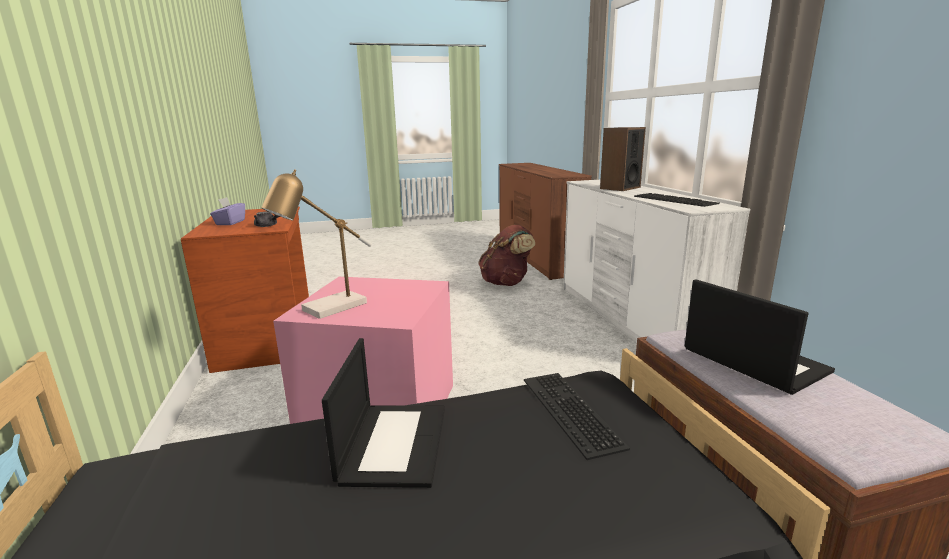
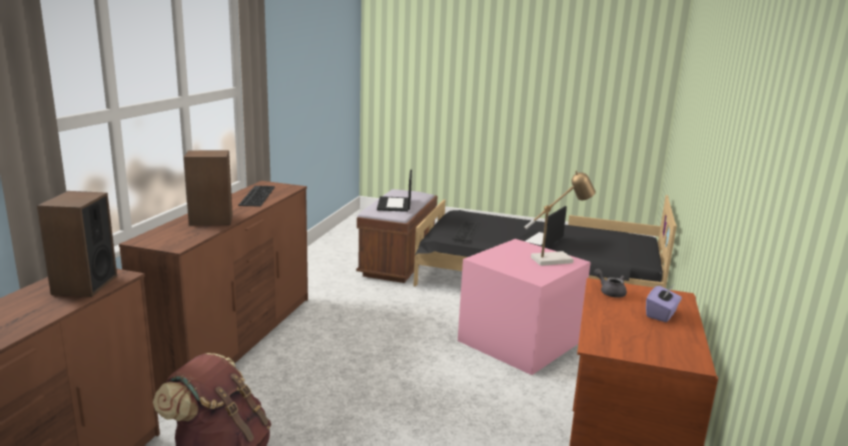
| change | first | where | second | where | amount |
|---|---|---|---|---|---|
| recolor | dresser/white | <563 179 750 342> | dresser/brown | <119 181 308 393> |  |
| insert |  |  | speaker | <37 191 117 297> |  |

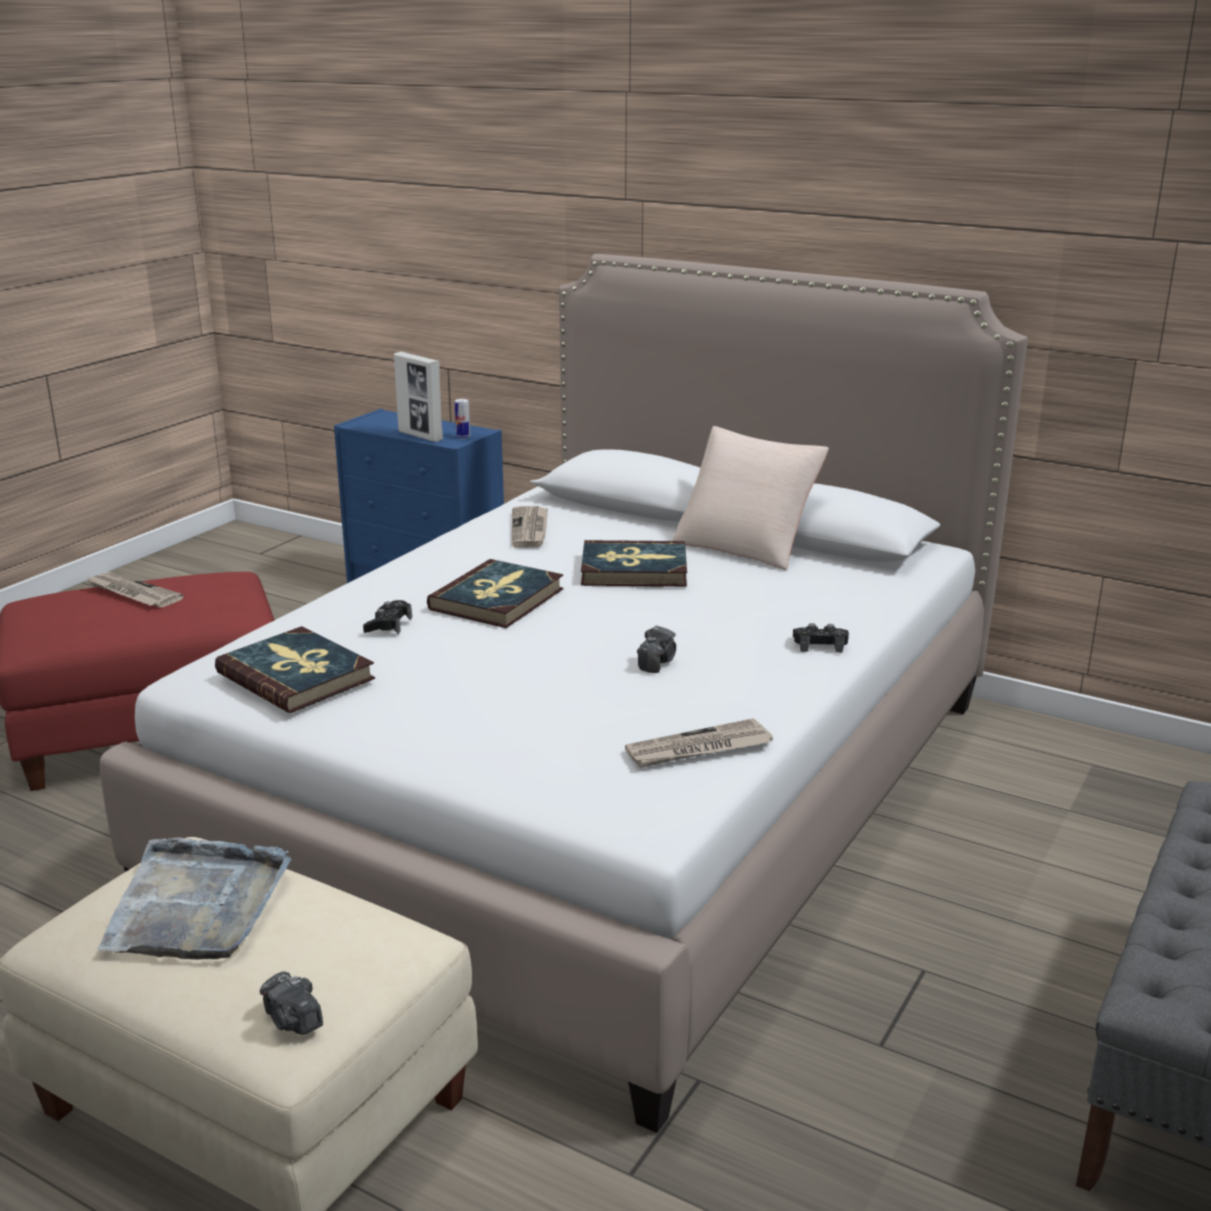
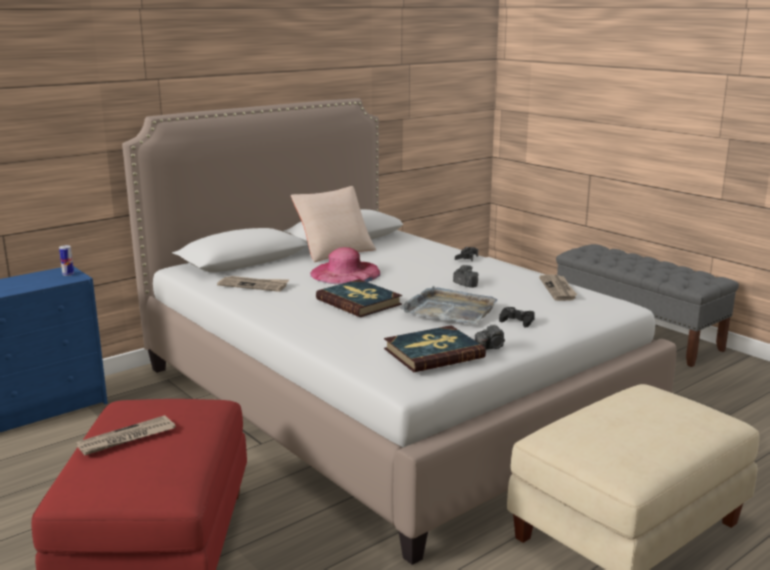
| change | first | where | second | where | amount |
|---|---|---|---|---|---|
| move | tray/grey | <97 838 291 960> |  | <400 286 497 324> |  |
| move | photo camera | <260 971 323 1035> |  | <475 324 505 350> |  |
| move | game controller/black | <363 600 412 634> |  | <499 307 535 328> |  |
| delete | picture frame | <394 352 443 442> |  |  |  |
| replace | book | <581 540 687 587> | hat/pink | <310 247 380 284> |  |

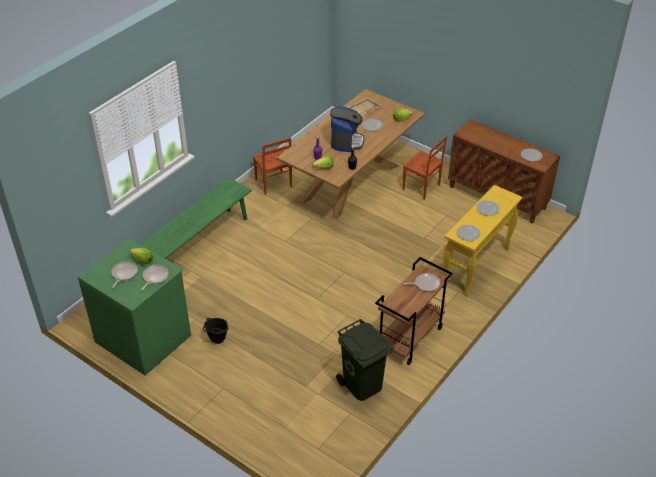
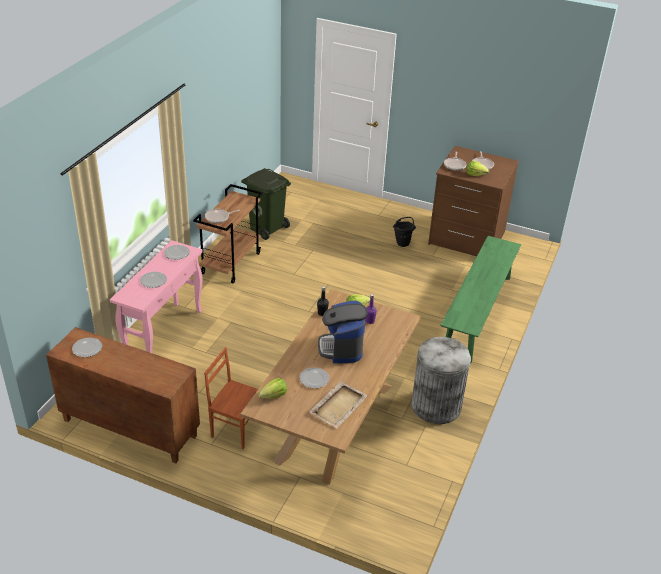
| change | first | where | second | where | amount |
|---|---|---|---|---|---|
| recolor | dresser/green | <78 238 191 376> | dresser/brown | <428 146 519 256> |  |
| replace | chair/brown | <253 138 292 195> | trash can/grey | <411 337 471 424> |  |
| recolor | console table/yellow | <444 185 522 296> | console table/pink | <110 240 203 353> |  |

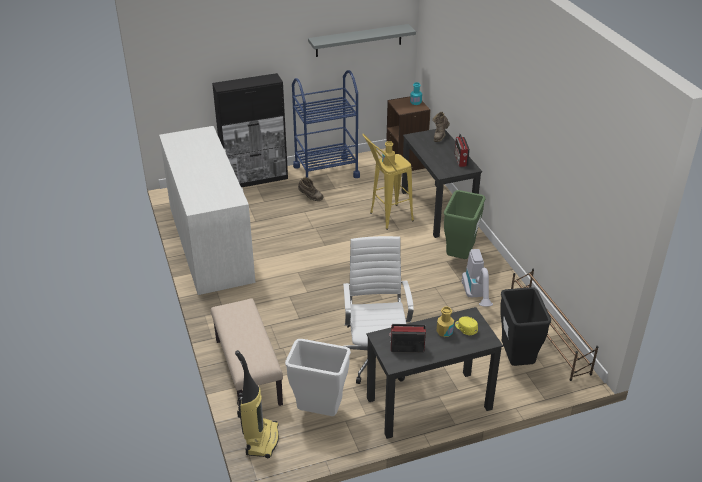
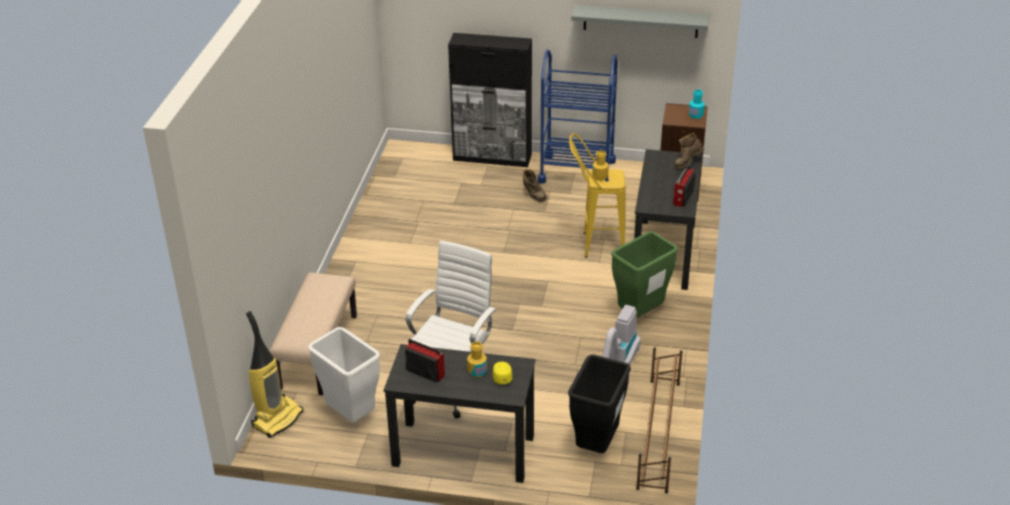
| change | first | where | second | where | amount |
|---|---|---|---|---|---|
| delete | dresser/white | <159 126 255 295> |  |  |  |

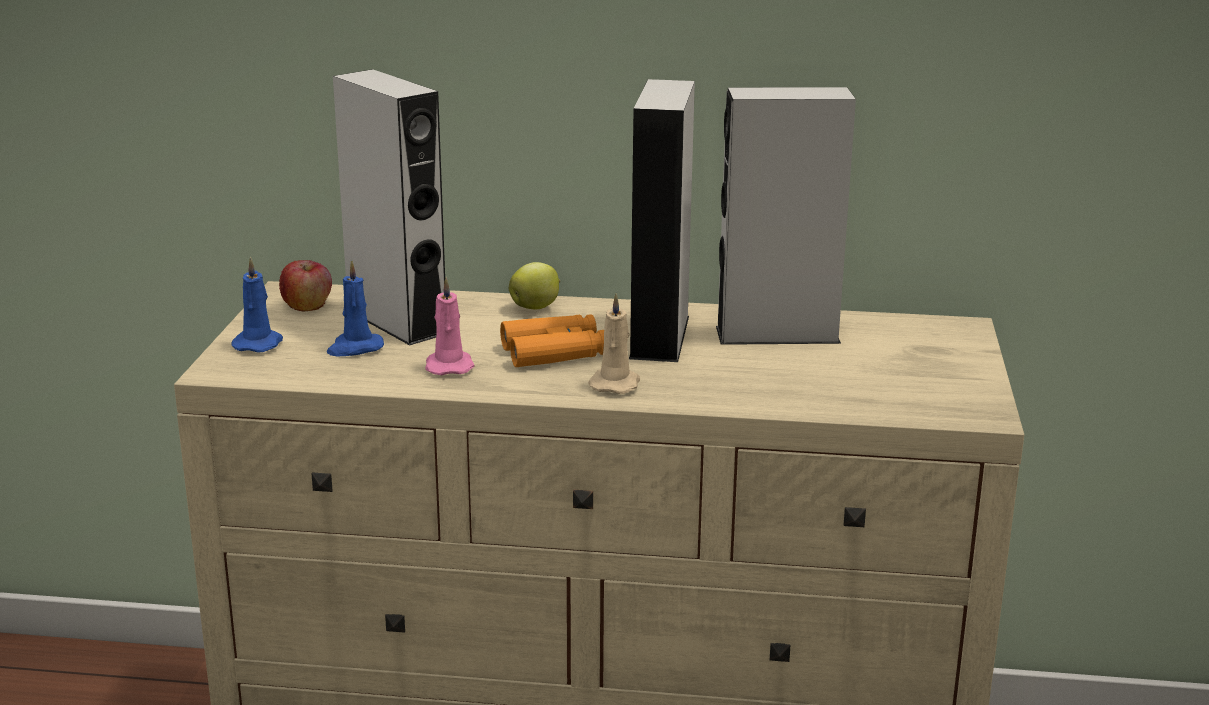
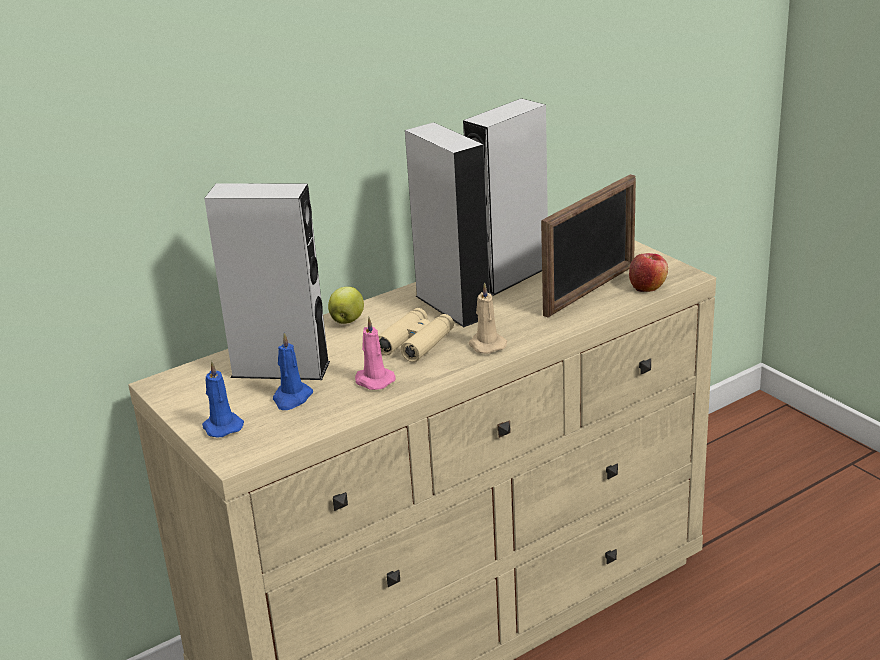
| change | first | where | second | where | amount |
|---|---|---|---|---|---|
| move | apple | <279 260 332 311> |  | <629 253 668 292> |  |
| recolor | binoculars/orange | <500 314 604 367> | binoculars/beige | <378 308 454 362> |  |
| insert |  |  | picture frame | <541 174 636 318> |  |

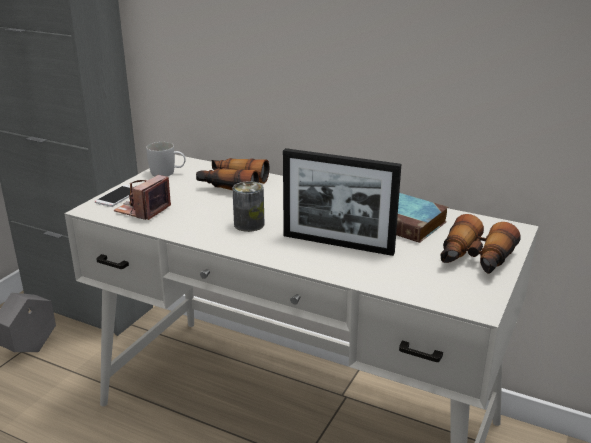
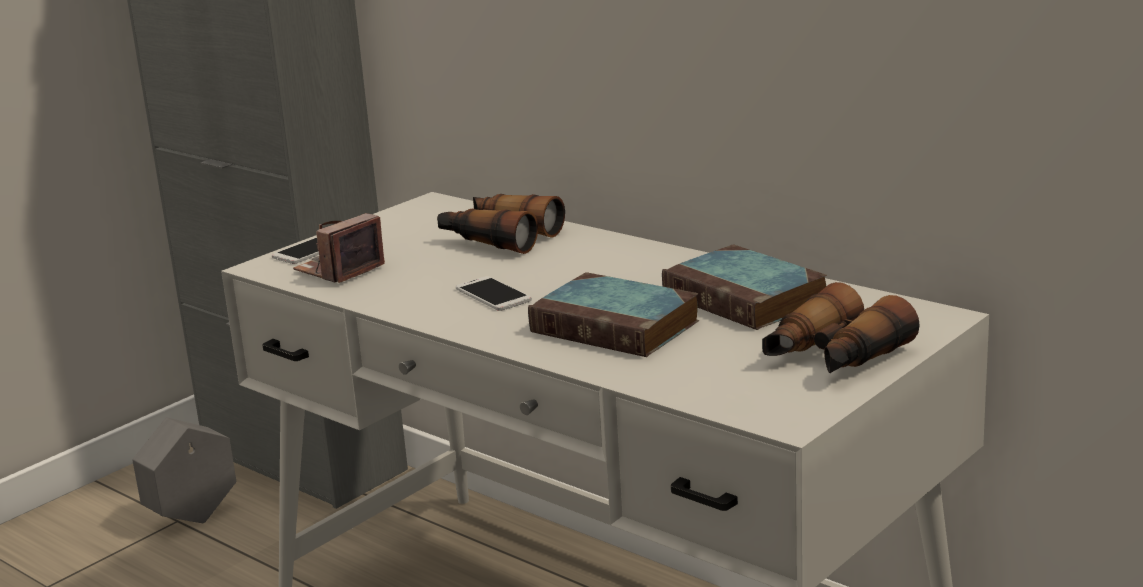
| change | first | where | second | where | amount |
|---|---|---|---|---|---|
| delete | mug/white | <146 142 186 176> |  |  |  |
| replace | can | <232 181 264 232> | phone | <456 276 532 311> |  |
| replace | picture frame | <283 148 401 256> | book | <528 272 700 357> |  |

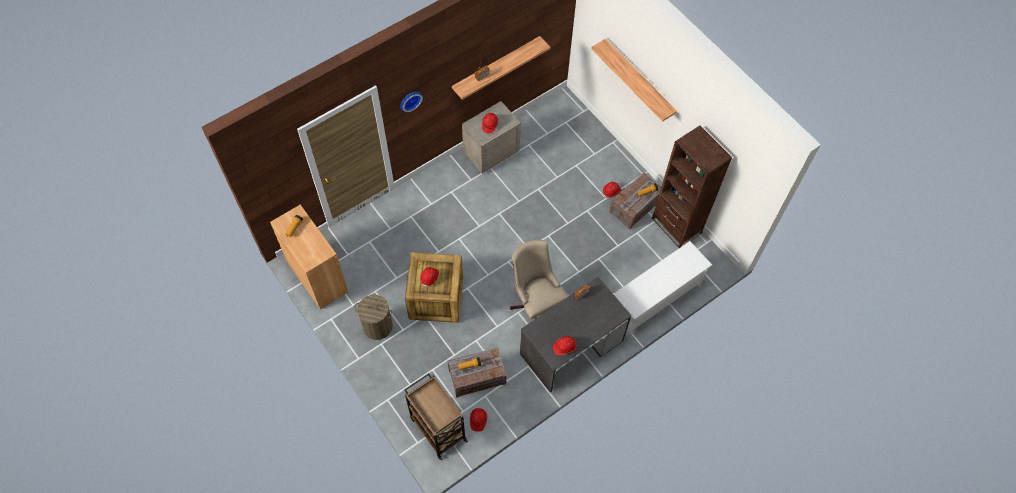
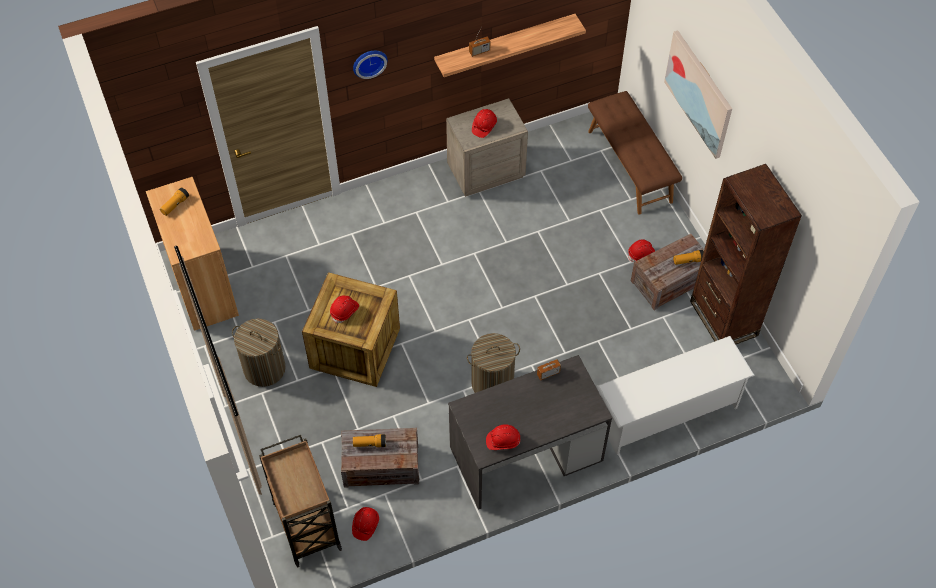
| change | first | where | second | where | amount |
|---|---|---|---|---|---|
| replace | office chair/beige | <510 240 569 320> | laundry basket | <467 333 520 393> |  |
| replace | shelf | <591 39 677 122> | picture | <664 30 732 159> |  |
| insert |  |  | bench/brown | <588 91 682 215> |  |

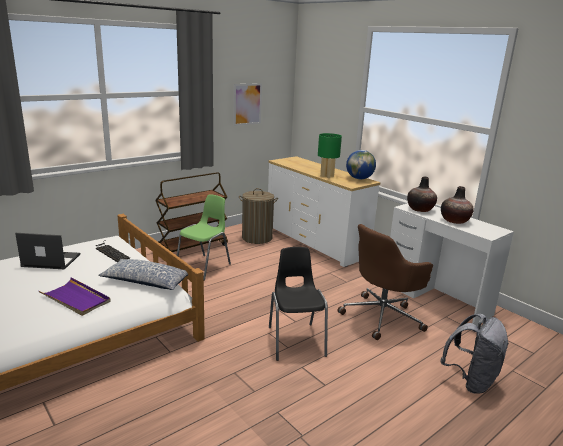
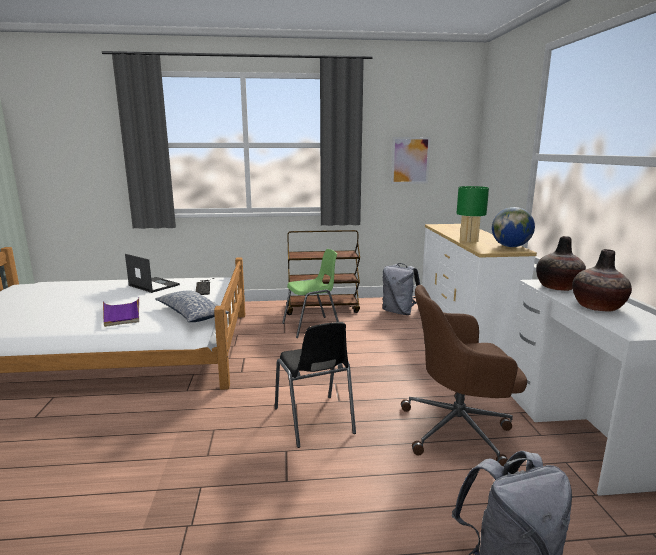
| change | first | where | second | where | amount |
|---|---|---|---|---|---|
| replace | laundry basket | <239 188 278 244> | backpack/grey | <383 263 420 315> |  |
| rotate | chair/black | <269 247 328 361> |  | <275 322 356 448> | 135 degrees clockwise |

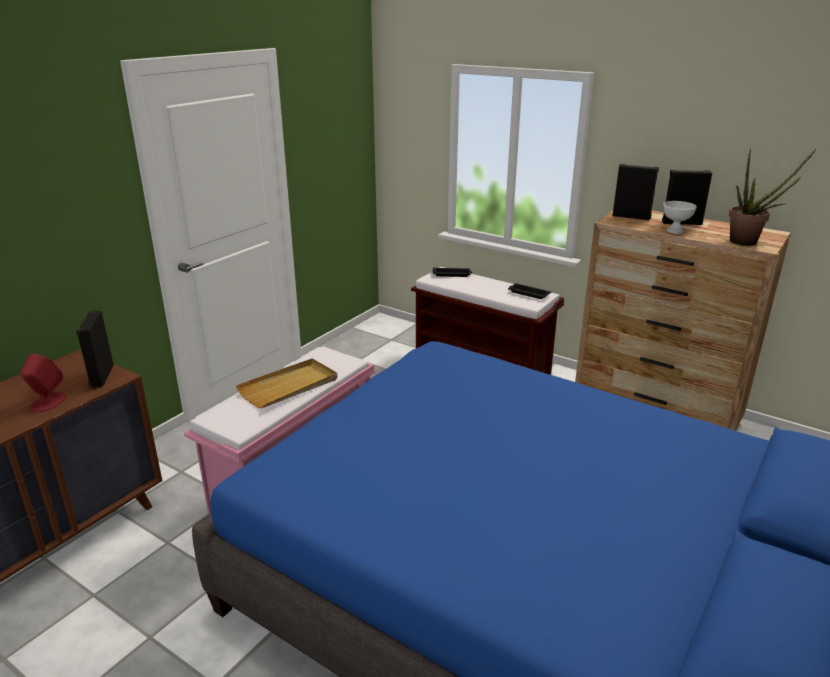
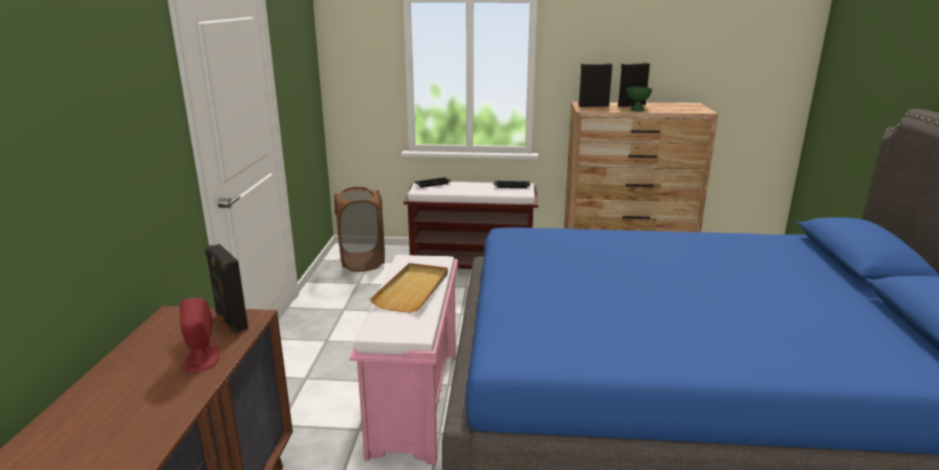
| change | first | where | second | where | amount |
|---|---|---|---|---|---|
| recolor | bowl/white | <663 201 697 234> | bowl/green | <627 87 652 111> |  |
| delete | potted plant | <729 148 817 246> |  |  |  |
| insert |  |  | laundry basket/brown | <334 187 385 272> |  |

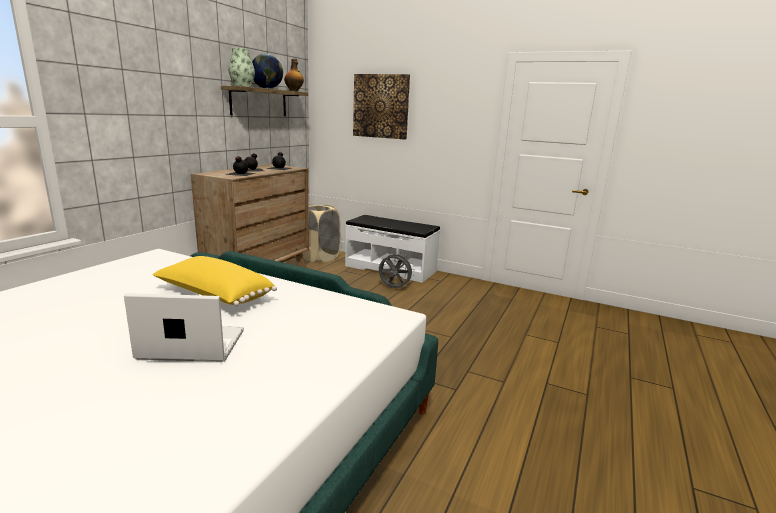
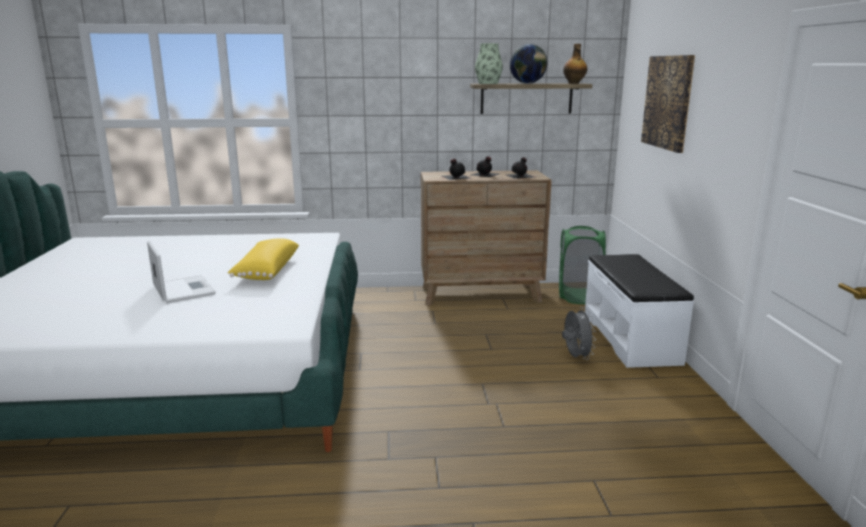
| change | first | where | second | where | amount |
|---|---|---|---|---|---|
| recolor | laundry basket/beige | <302 204 341 262> | laundry basket/green | <559 226 606 304> |  |

